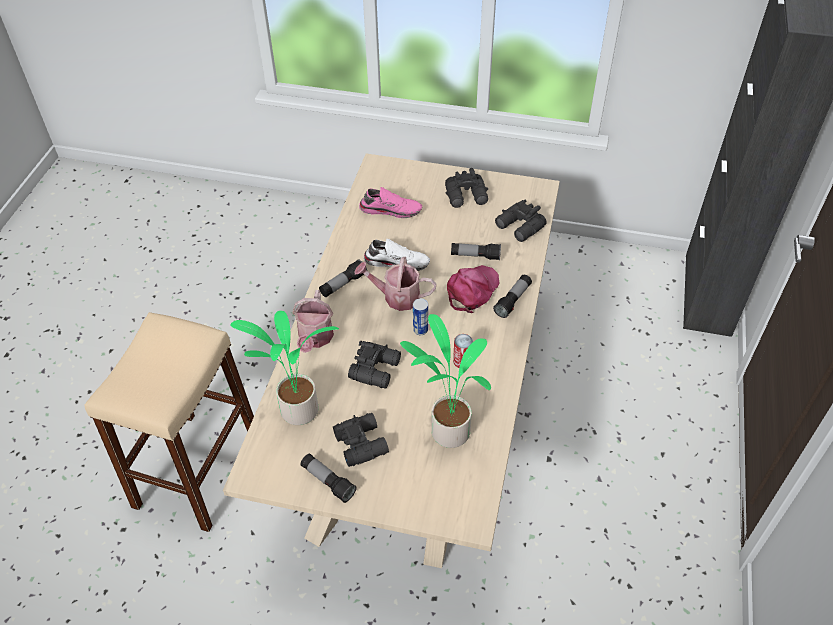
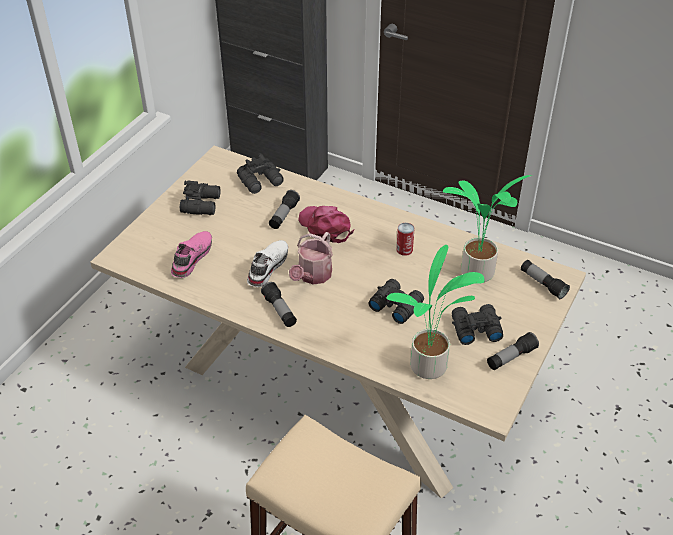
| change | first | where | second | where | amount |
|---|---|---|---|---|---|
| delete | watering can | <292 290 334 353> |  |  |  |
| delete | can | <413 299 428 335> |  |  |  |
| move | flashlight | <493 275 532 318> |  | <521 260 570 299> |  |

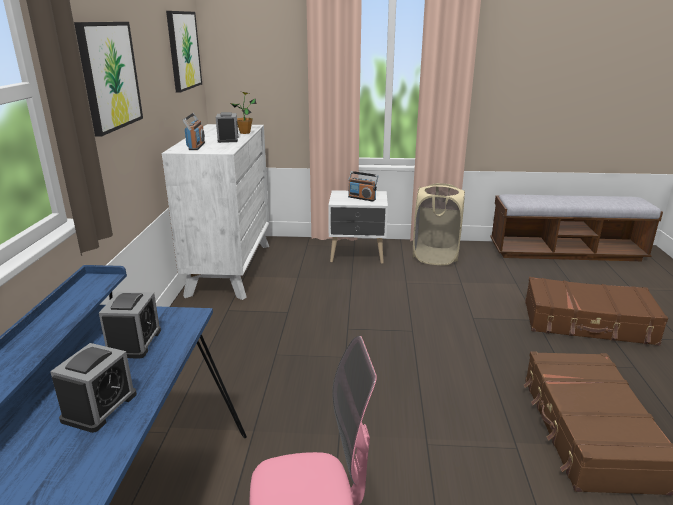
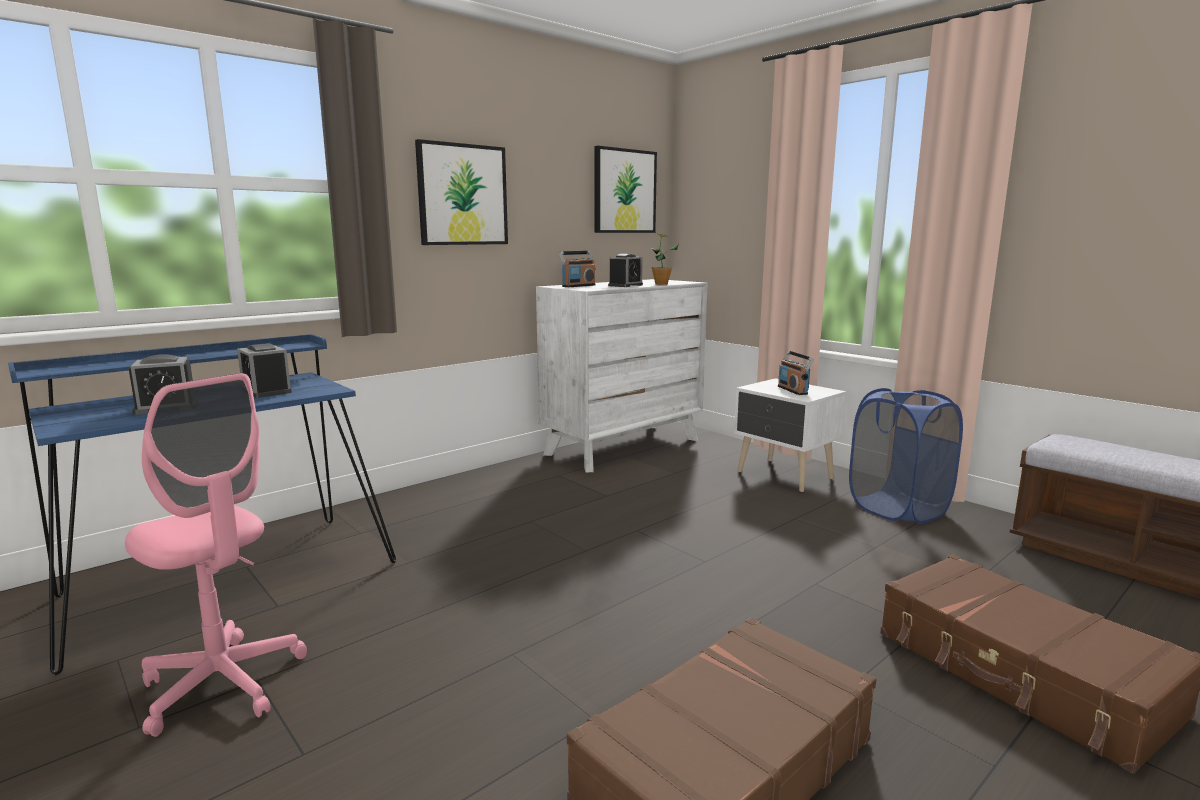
| change | first | where | second | where | amount |
|---|---|---|---|---|---|
| rotate | alarm clock | <99 292 161 359> |  | <237 343 292 398> | 90 degrees clockwise |
| recolor | laundry basket/beige | <413 183 465 265> | laundry basket/blue | <849 388 963 524> |  |

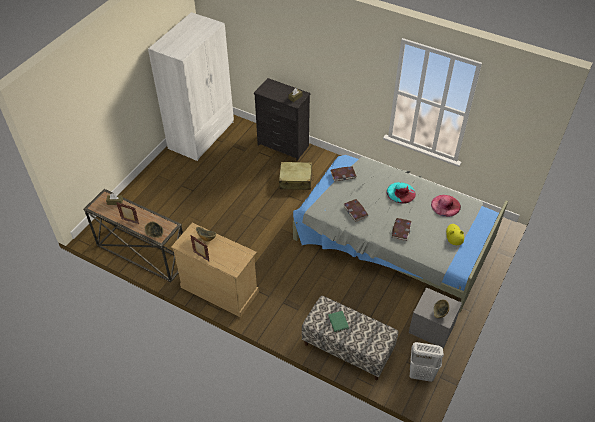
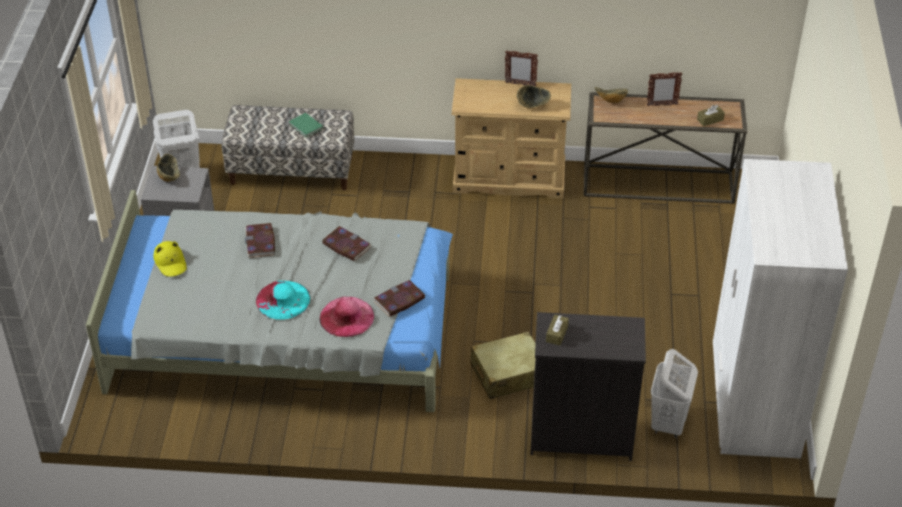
| change | first | where | second | where | amount |
|---|---|---|---|---|---|
| move | hat/pink | <431 195 461 217> |  | <320 297 374 337> |  |
| insert |  |  | laundry basket/white | <651 349 698 438> |  |

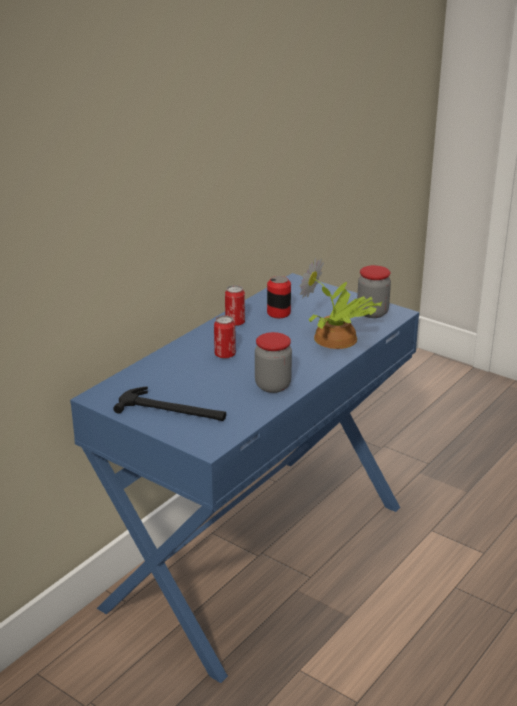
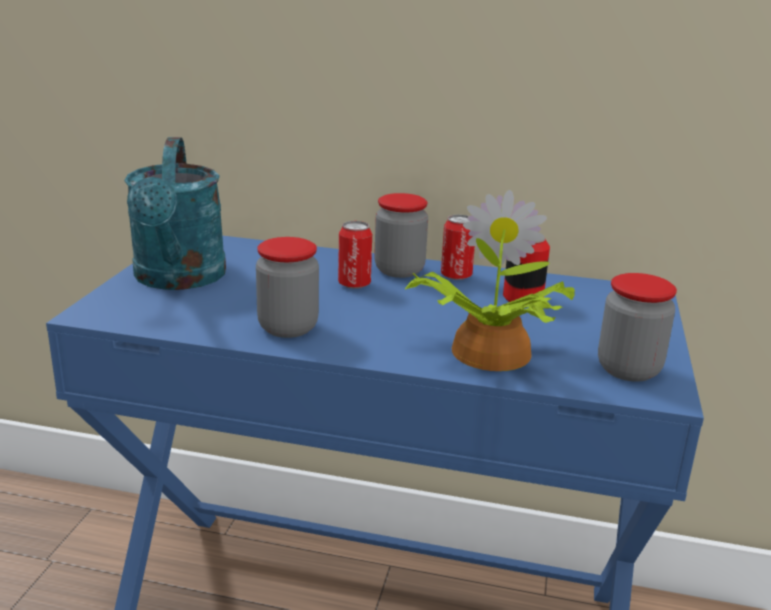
| change | first | where | second | where | amount |
|---|---|---|---|---|---|
| replace | hammer | <113 387 226 421> | watering can/turquoise | <124 137 226 290> |  |
| insert |  |  | jar | <374 193 428 278> |  |

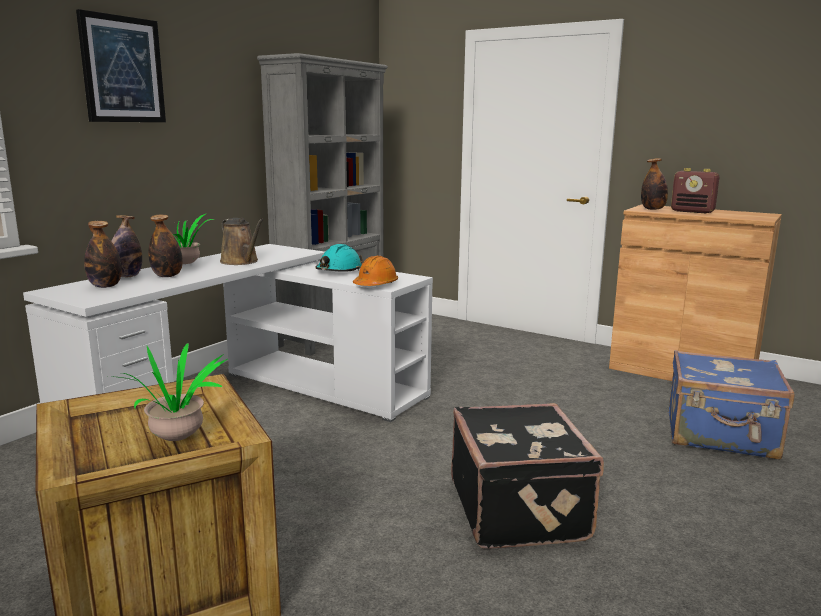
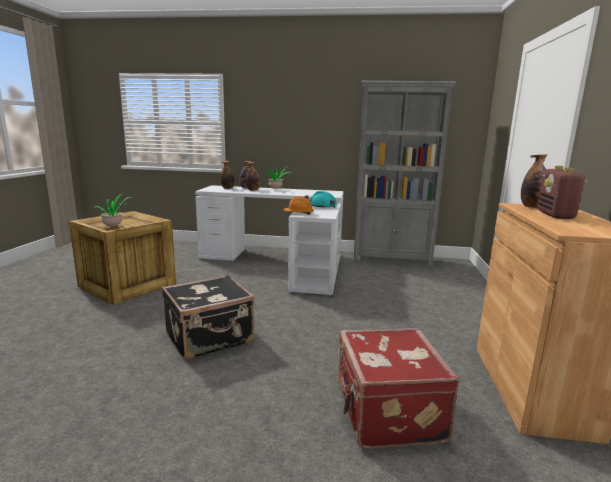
| change | first | where | second | where | amount |
|---|---|---|---|---|---|
| delete | picture | <76 9 166 122> |  |  |  |
| delete | watering can/brown | <220 218 264 265> |  |  |  |
| recolor | suitcase/blue | <668 350 794 459> | suitcase/red | <337 328 459 449> |  |

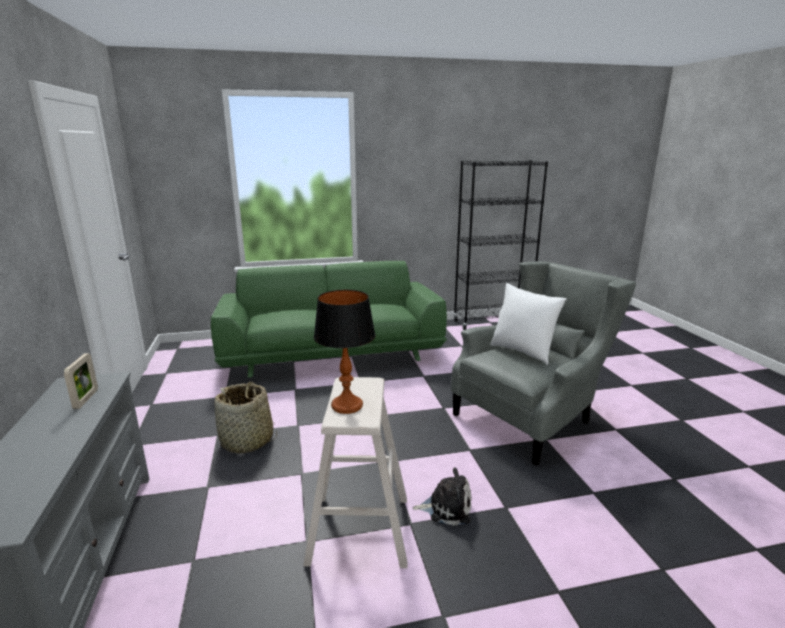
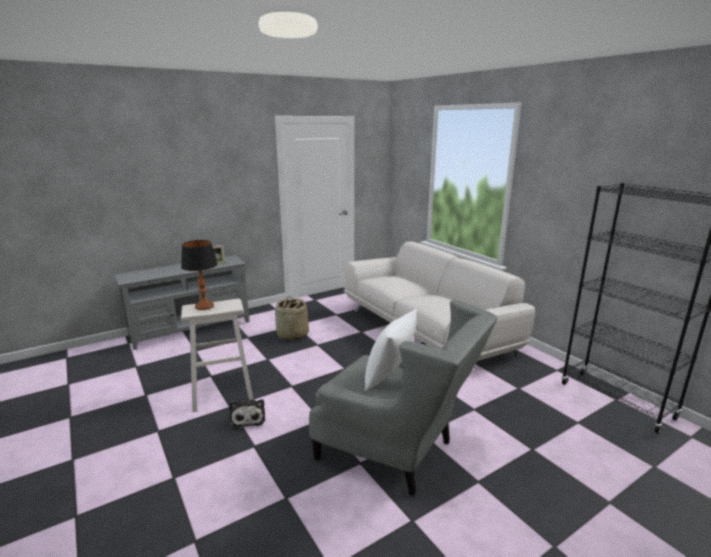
| change | first | where | second | where | amount |
|---|---|---|---|---|---|
| recolor | sofa/green | <211 261 447 377> | sofa/white | <344 241 535 361> |  |

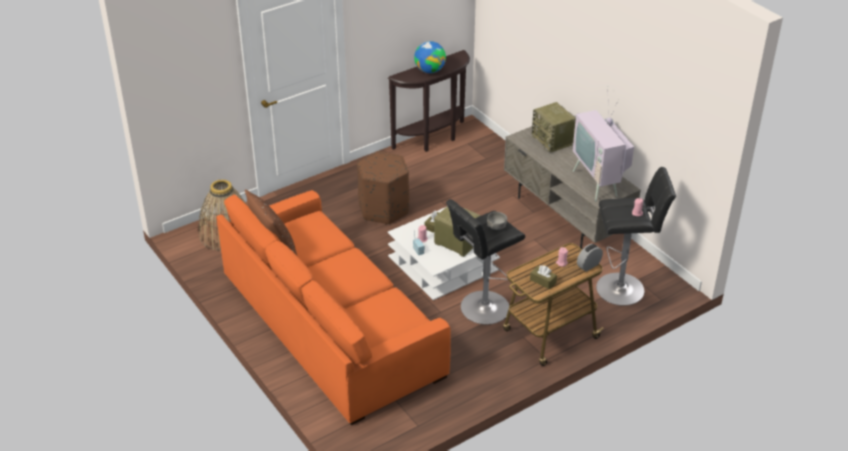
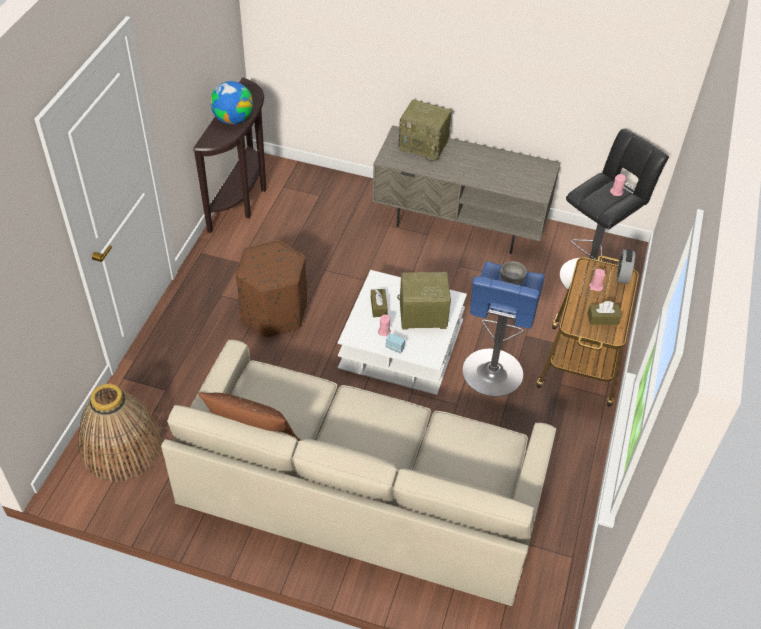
| change | first | where | second | where | amount |
|---|---|---|---|---|---|
| recolor | sofa/orange | <216 190 451 425> | sofa/beige | <161 340 556 606> |  |
| recolor | stool/black | <446 199 525 325> | stool/blue | <462 261 545 397> |  |
| delete | television | <573 86 634 201> |  |  |  |

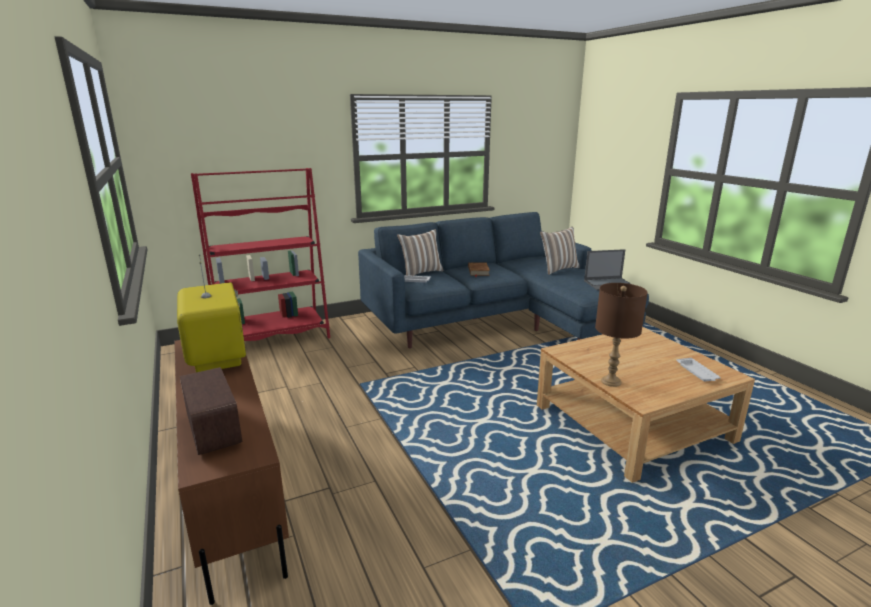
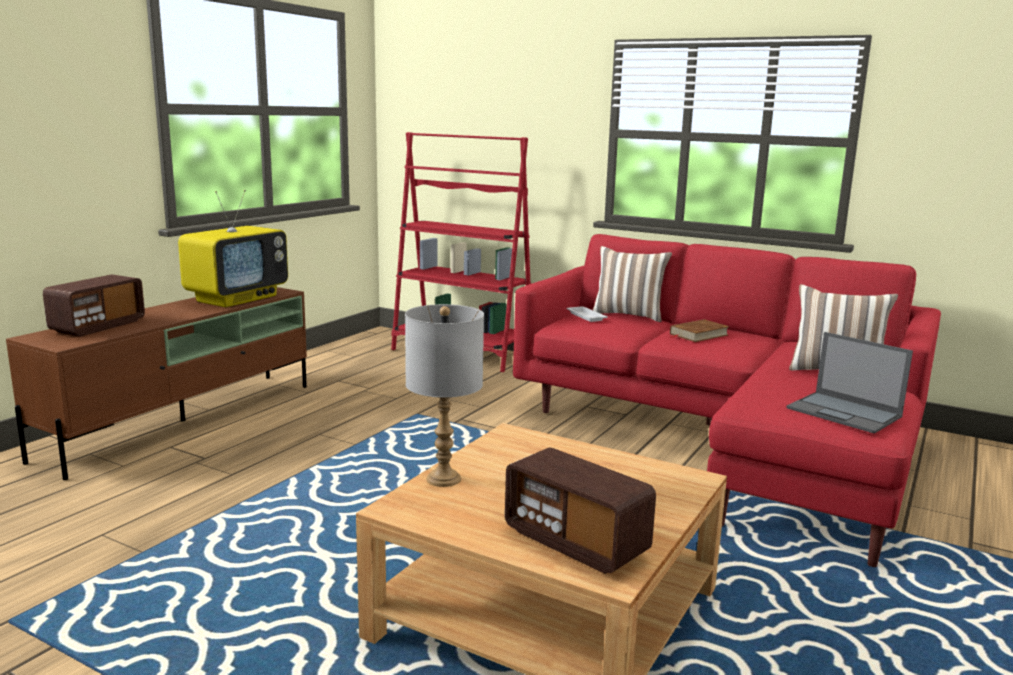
| change | first | where | second | where | amount |
|---|---|---|---|---|---|
| recolor | sofa/blue | <358 212 649 348> | sofa/red | <513 234 941 567> |  |
| recolor | table lamp/brown | <595 283 648 387> | table lamp/grey | <405 304 484 487> |  |
| replace | tray/white | <676 358 721 382> | radio | <505 448 656 574> |  |

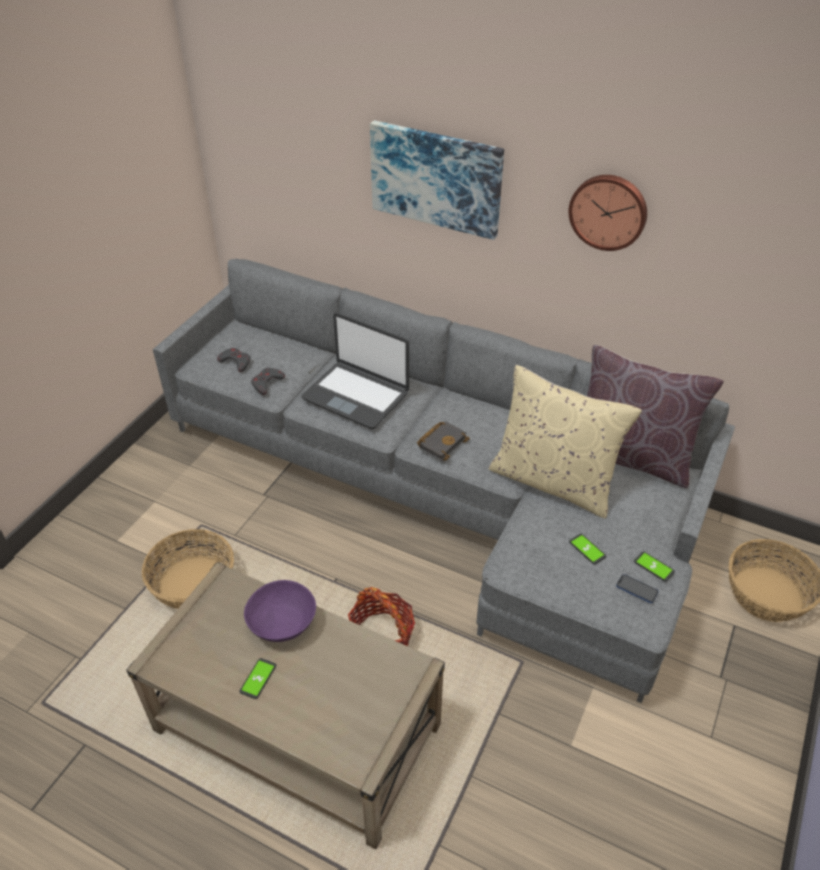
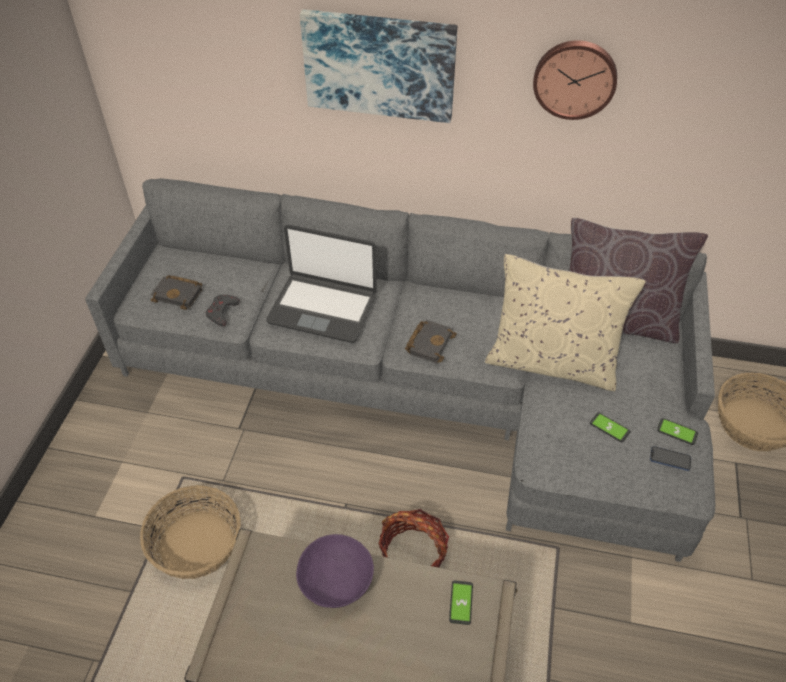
| change | first | where | second | where | amount |
|---|---|---|---|---|---|
| replace | game controller/grey | <217 348 251 372> | book/black | <151 275 202 310> |  |
| move | phone | <239 658 276 699> |  | <449 580 473 625> |  |

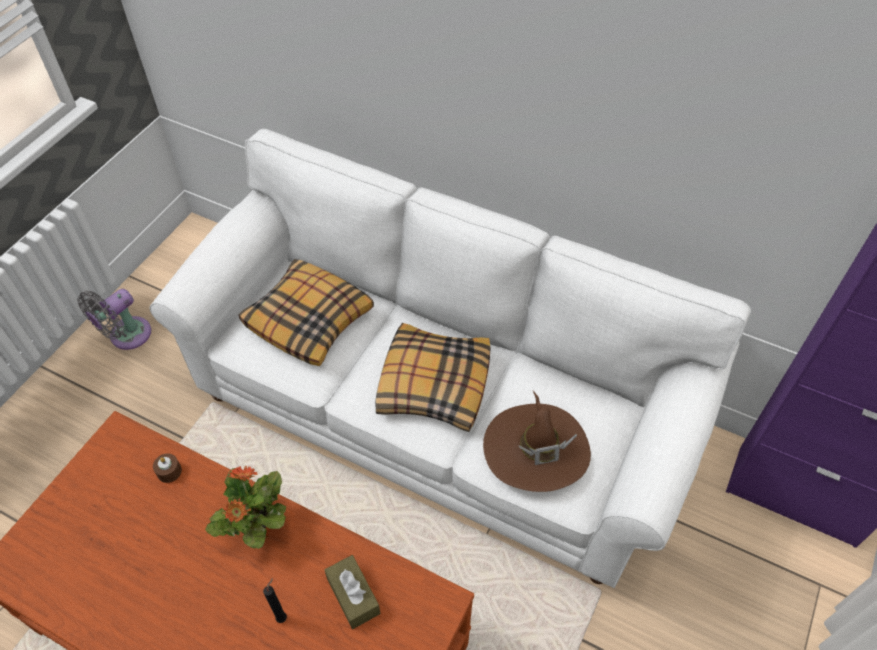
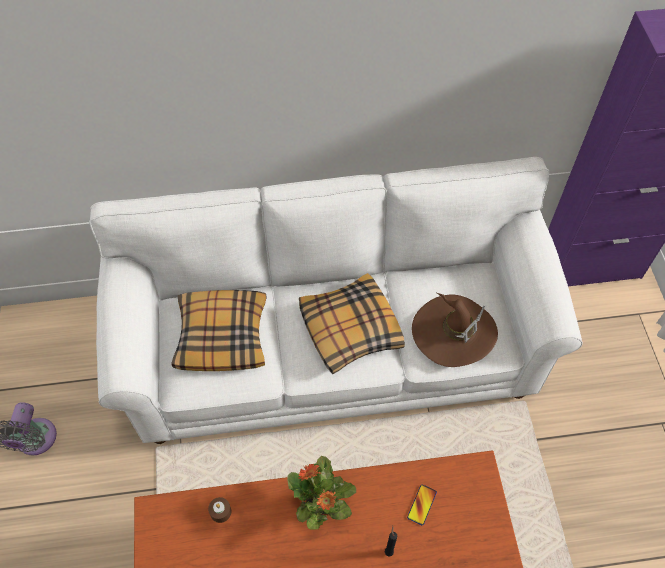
| change | first | where | second | where | amount |
|---|---|---|---|---|---|
| replace | tissue box/brown | <325 555 380 629> | phone | <407 484 437 525> |  |

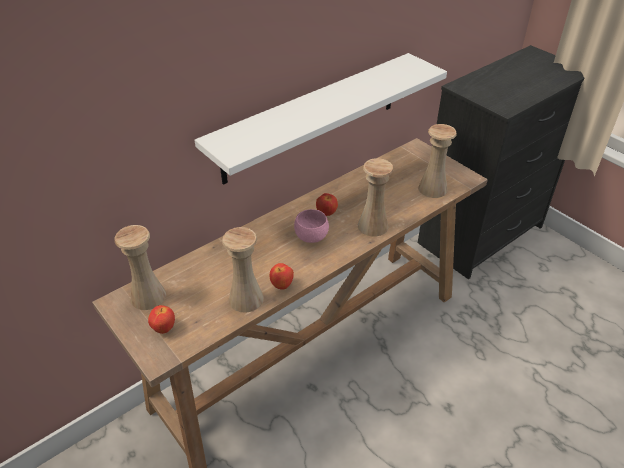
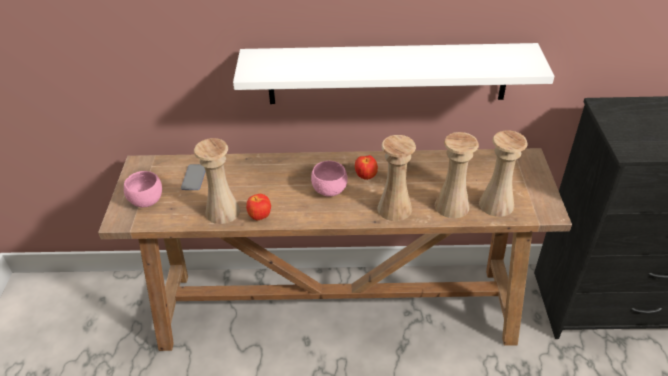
| change | first | where | second | where | amount |
|---|---|---|---|---|---|
| move | vase/beige | <114 225 166 310> |  | <435 132 479 218> |  |
| replace | apple | <148 305 175 334> | bowl/pink | <124 171 162 207> |  |
| insert |  |  | phone | <181 164 205 190> |  |

